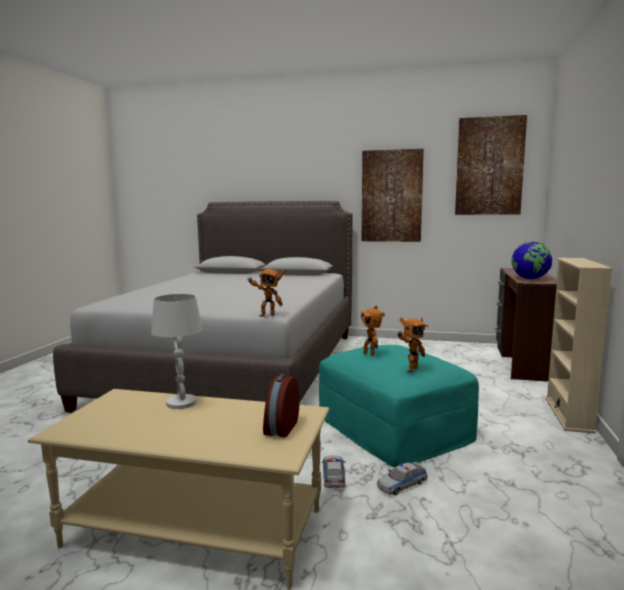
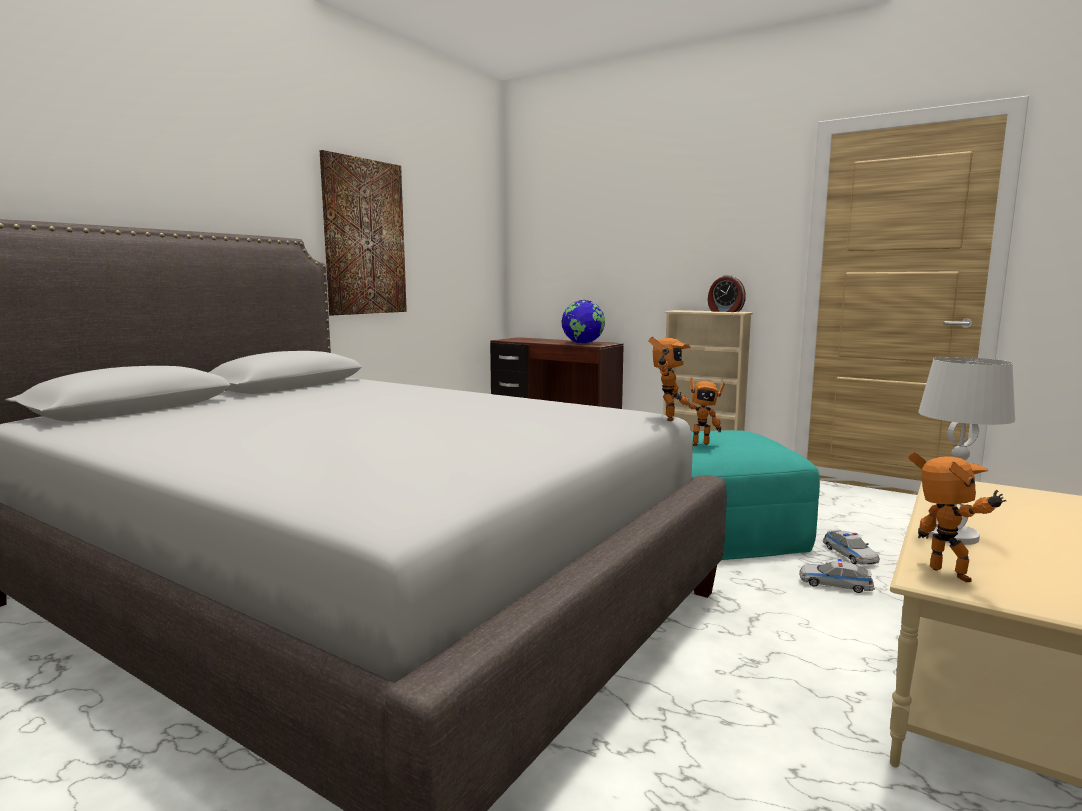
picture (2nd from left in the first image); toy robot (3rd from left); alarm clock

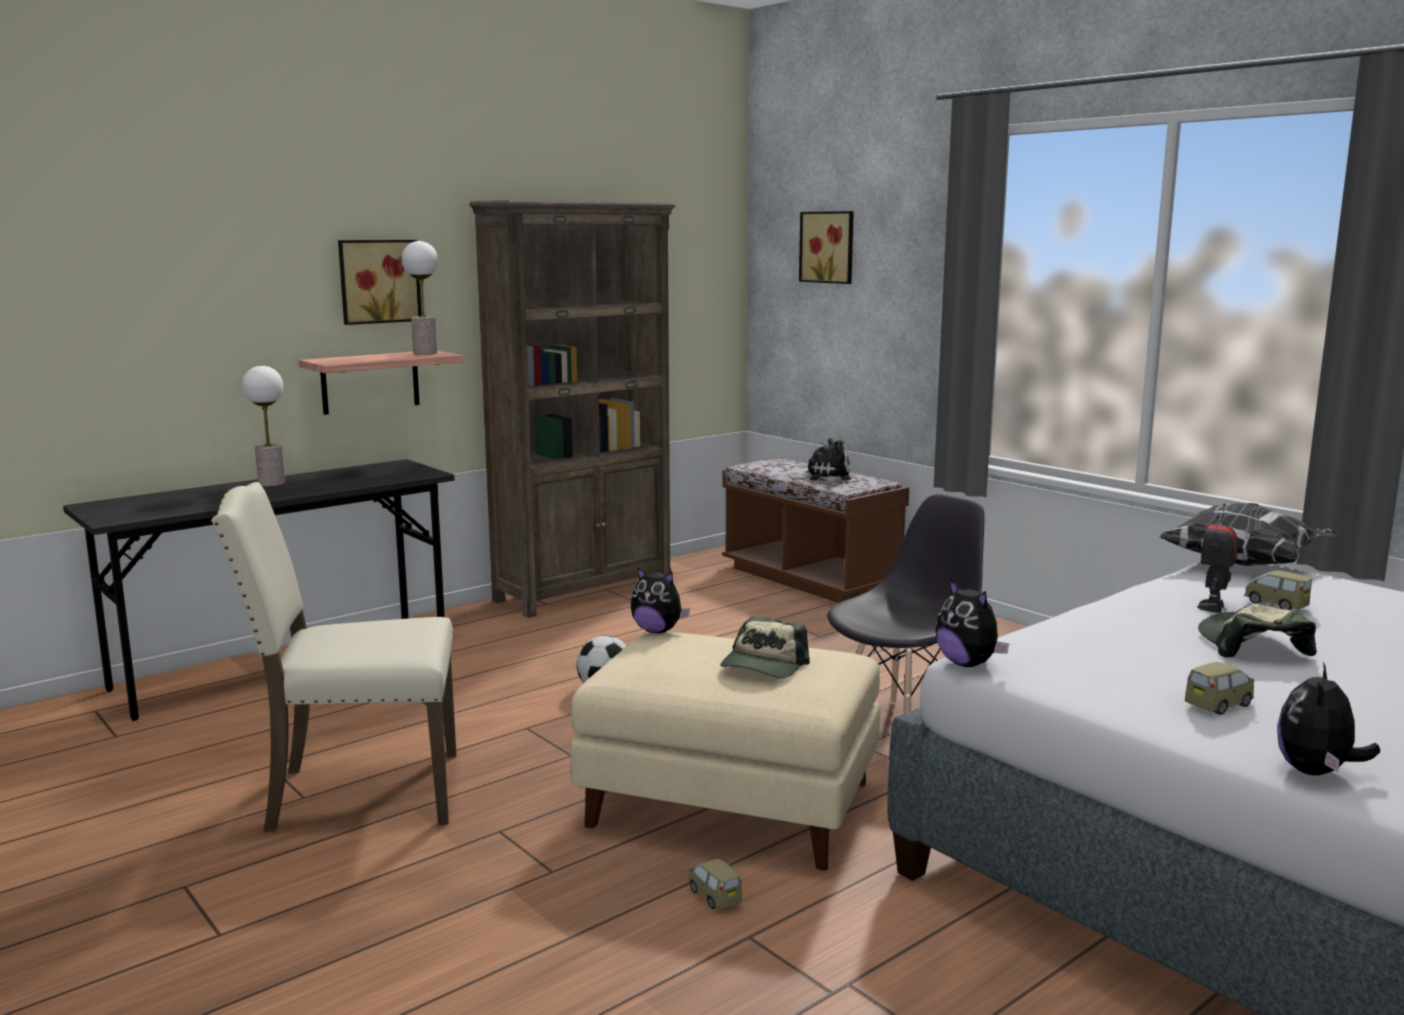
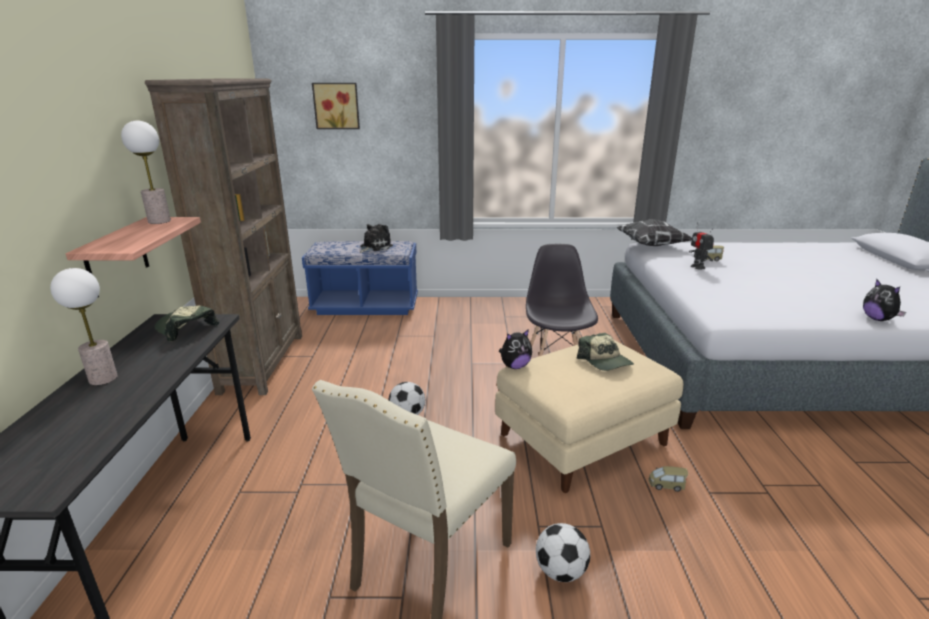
picture (1st from left in the first image); blue bench; plush toy (3rd from left in the first image); cap (1st from left); toy car (2nd from left in the first image); football (2nd from left)

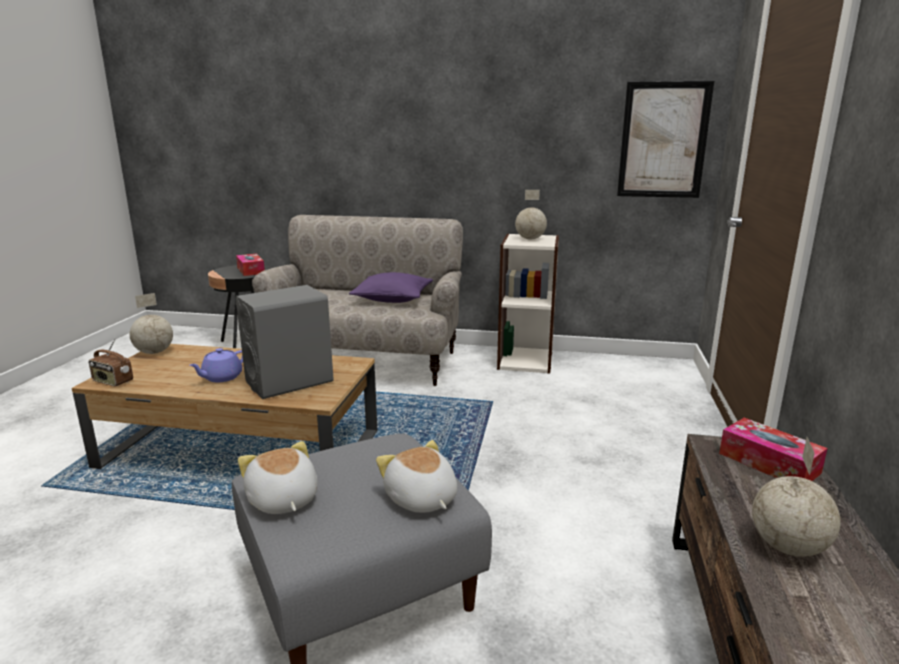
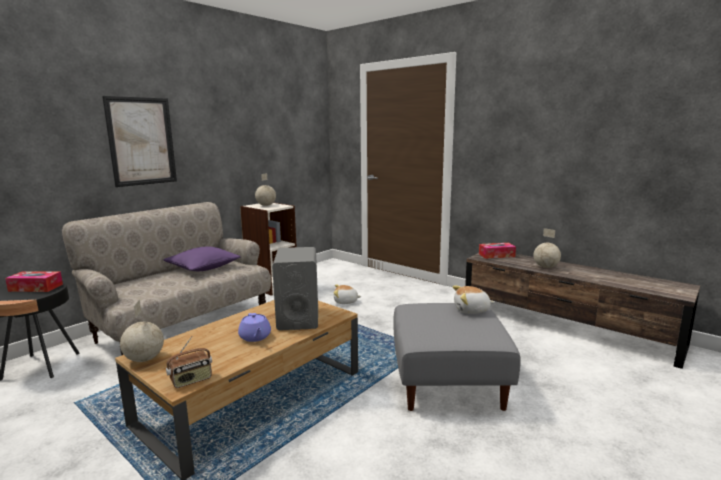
picture; plush toy (1st from left)

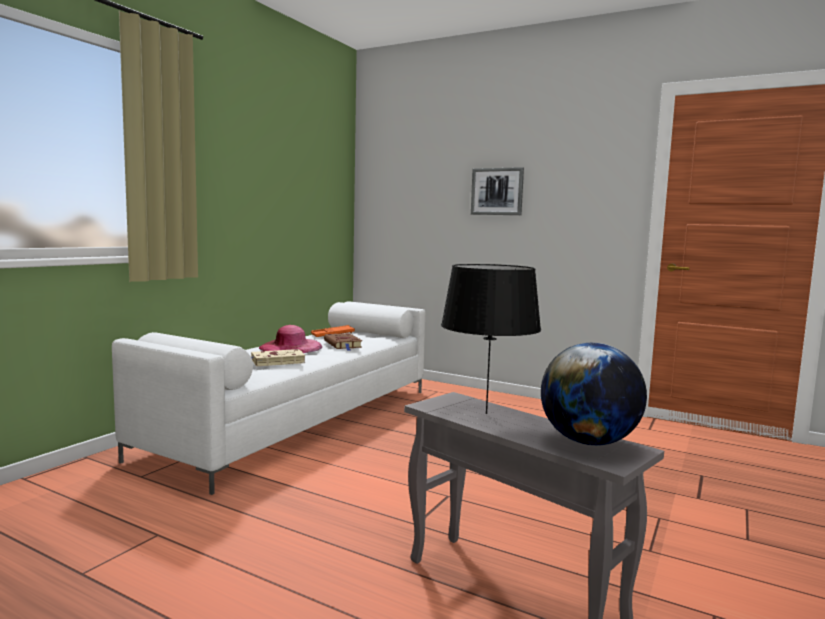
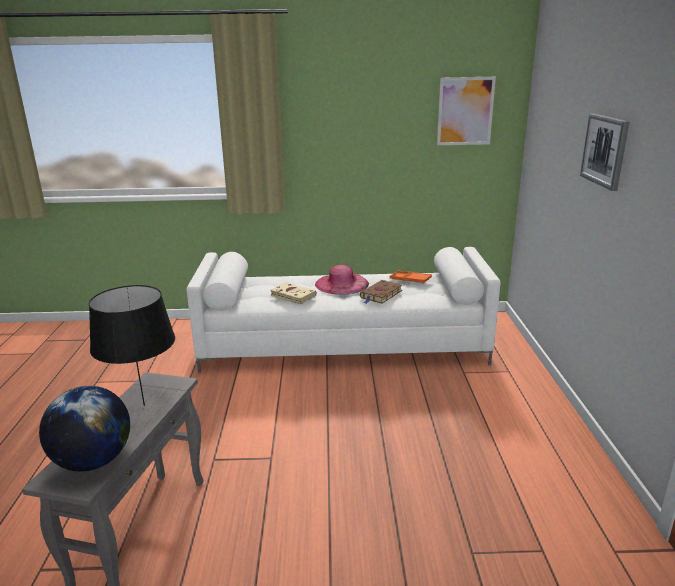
picture (1st from left)

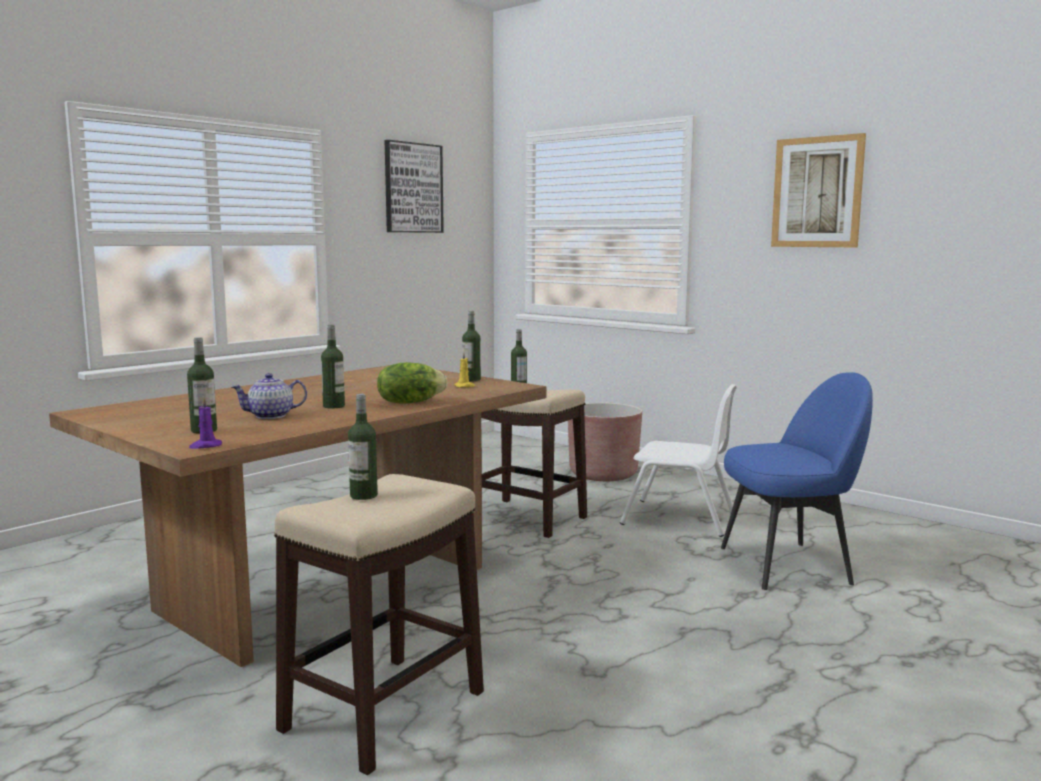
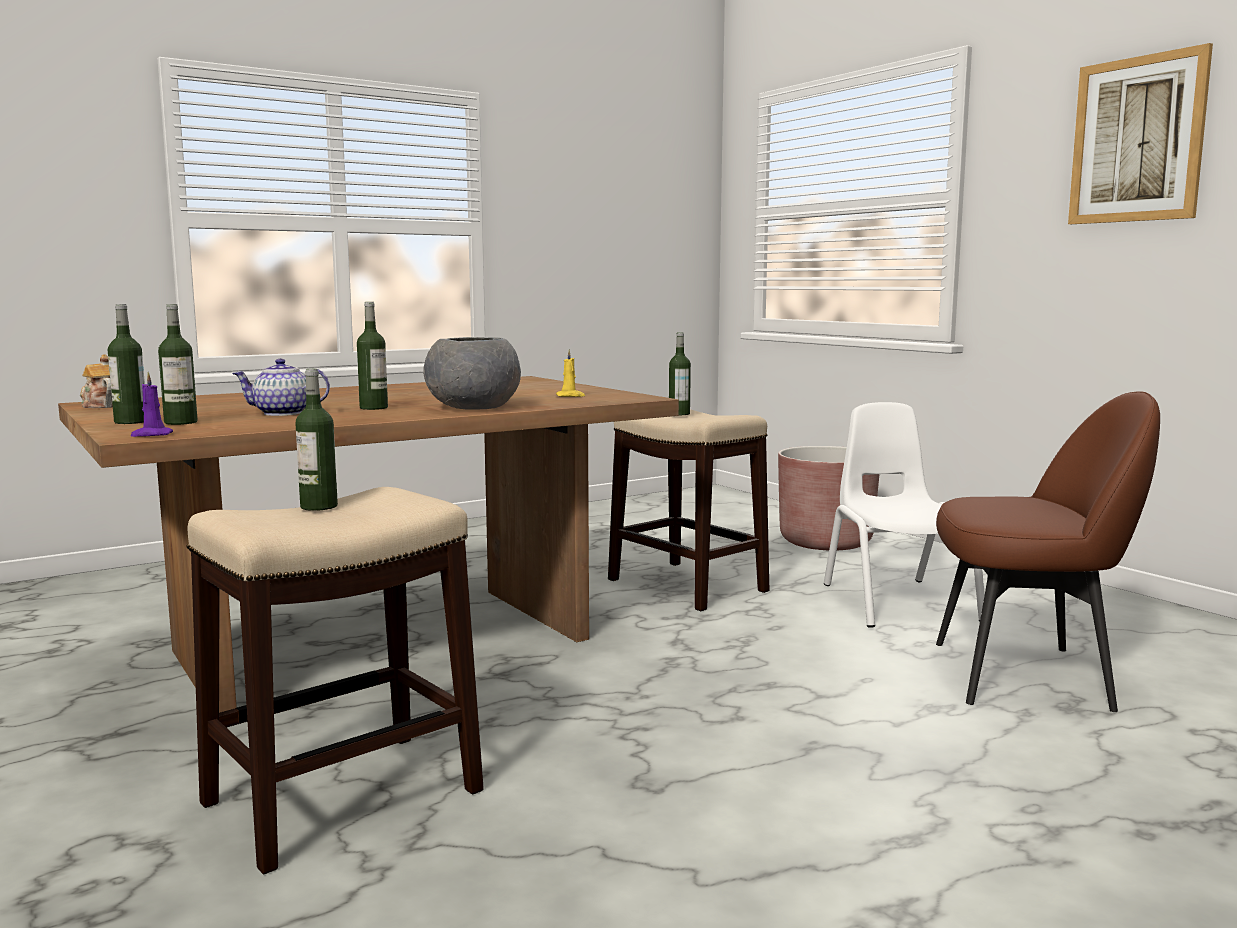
picture (1st from left in the first image); bottle (1st from left); grey bowl; brown chair; white chair; teapot (1st from left)

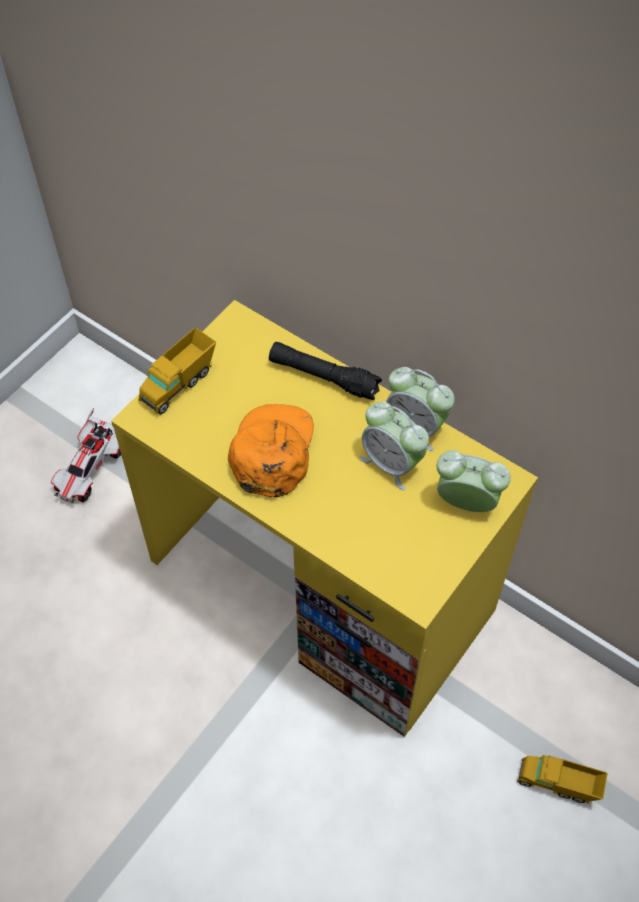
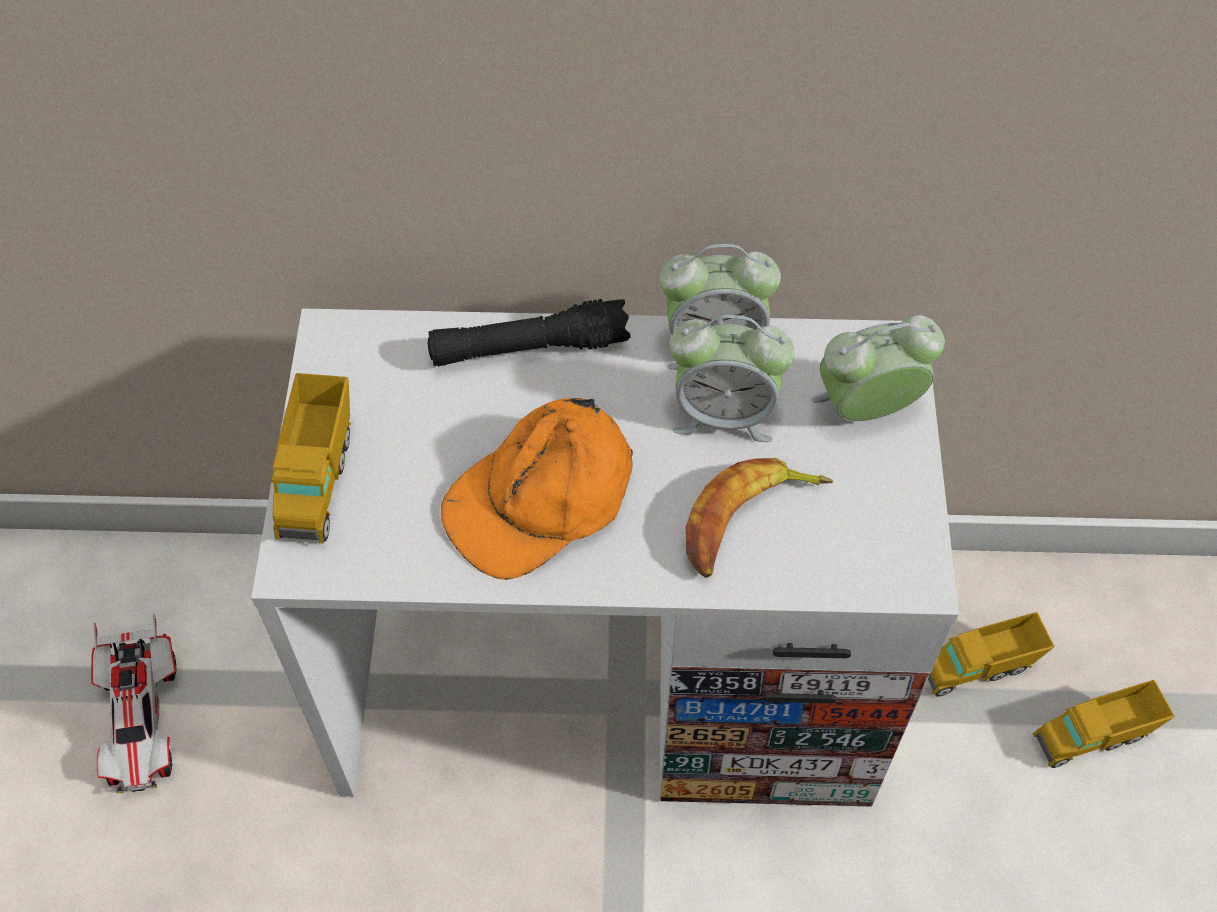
white desk; orange cap; banana; toy truck (2nd from left)

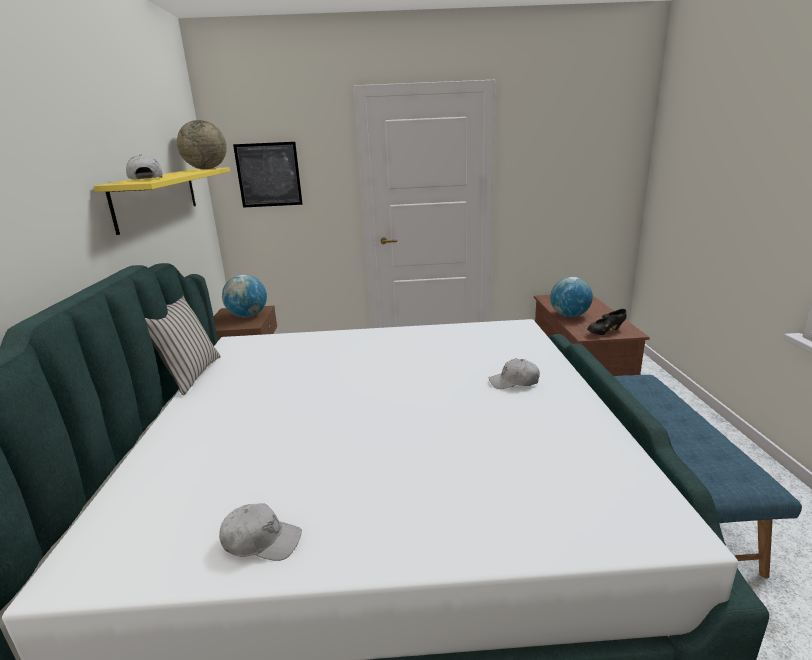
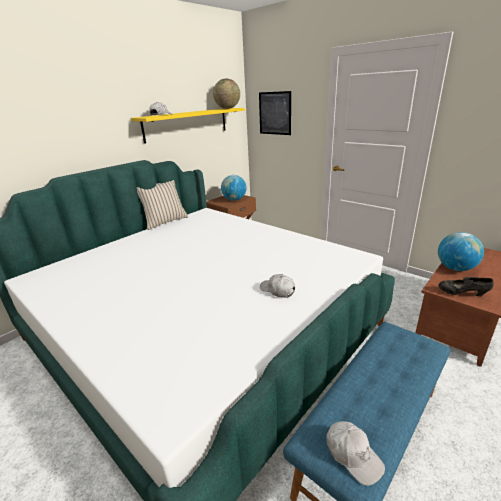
white cap (3rd from left)

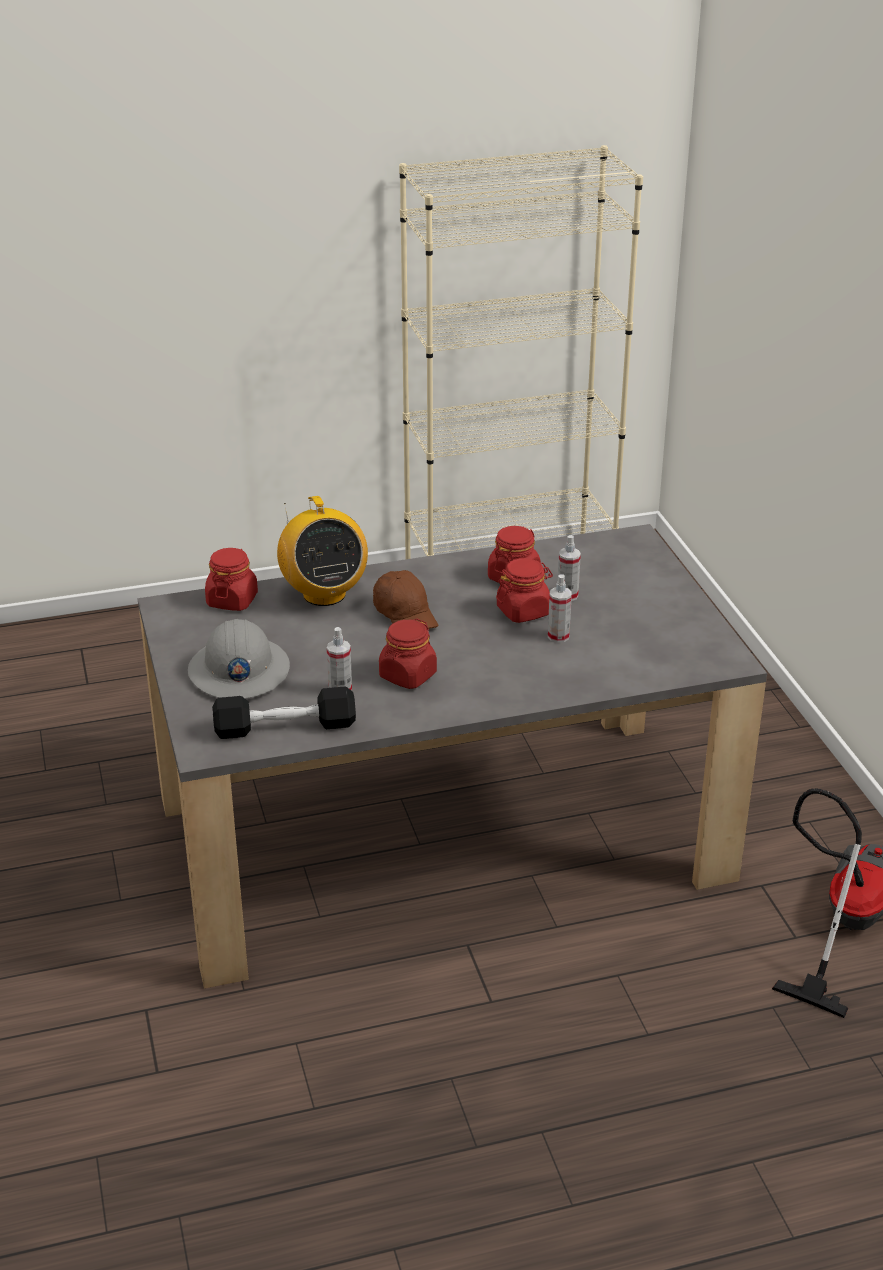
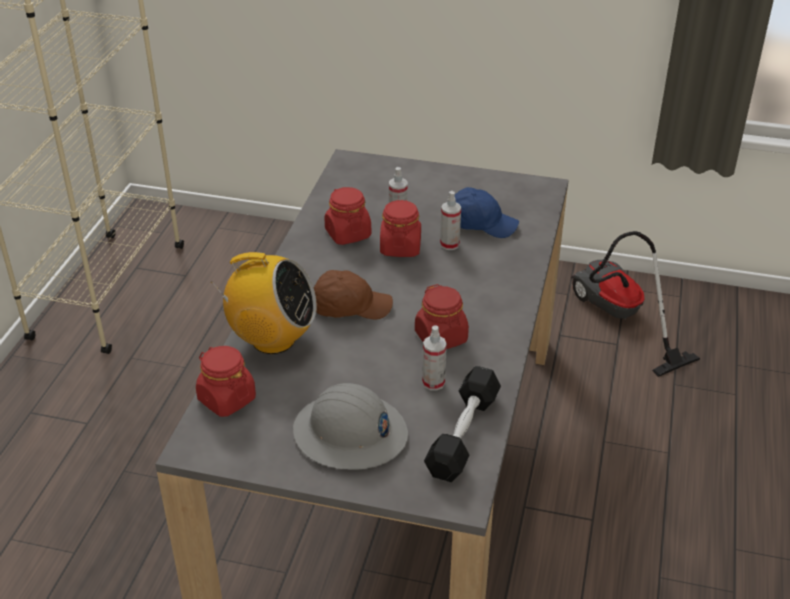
blue cap

